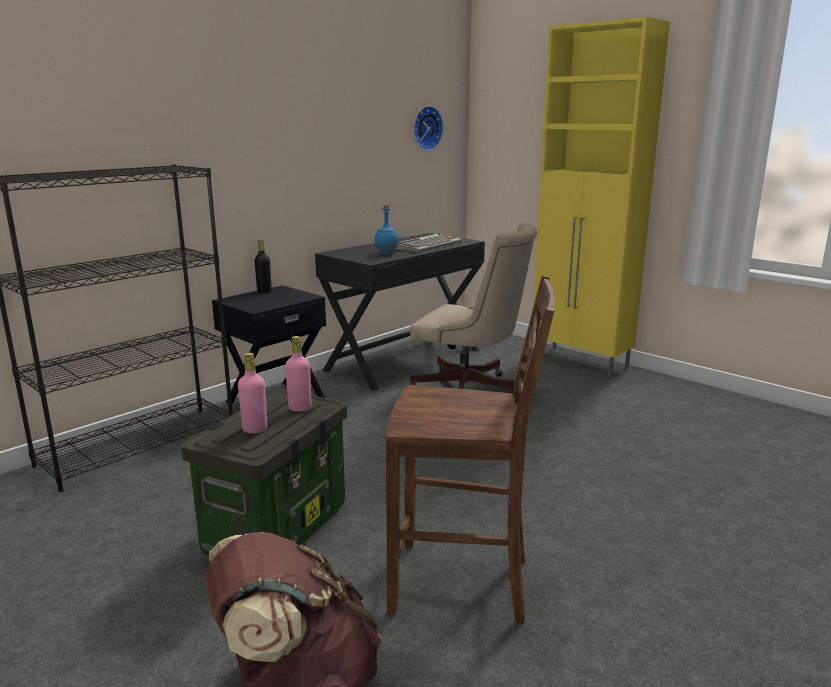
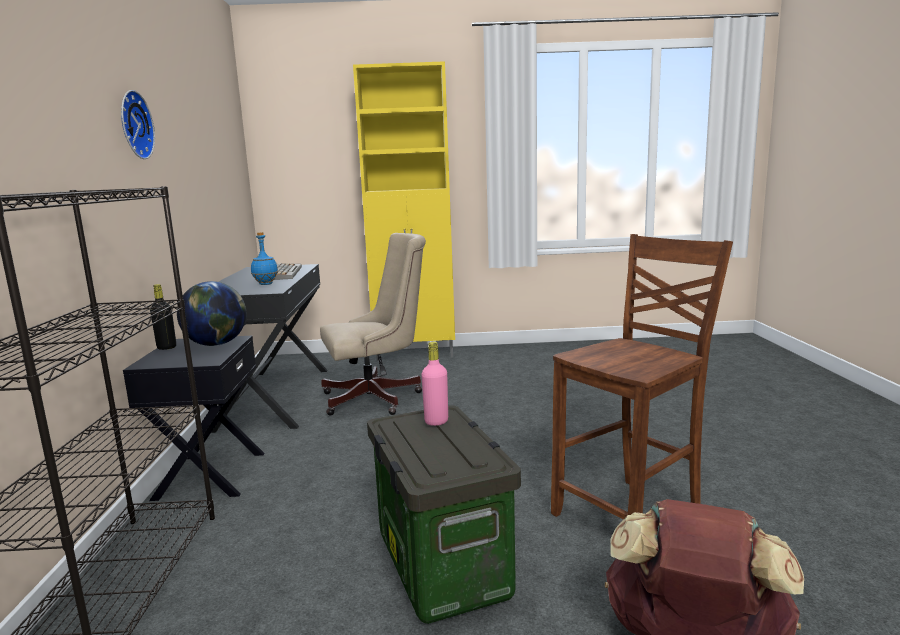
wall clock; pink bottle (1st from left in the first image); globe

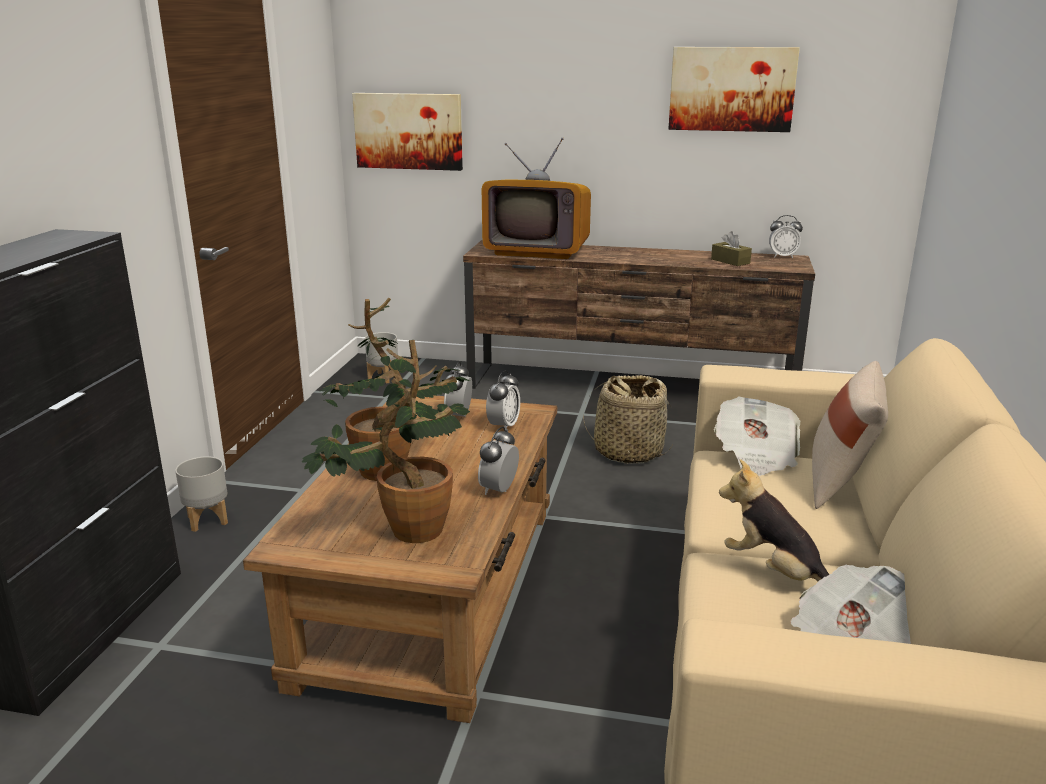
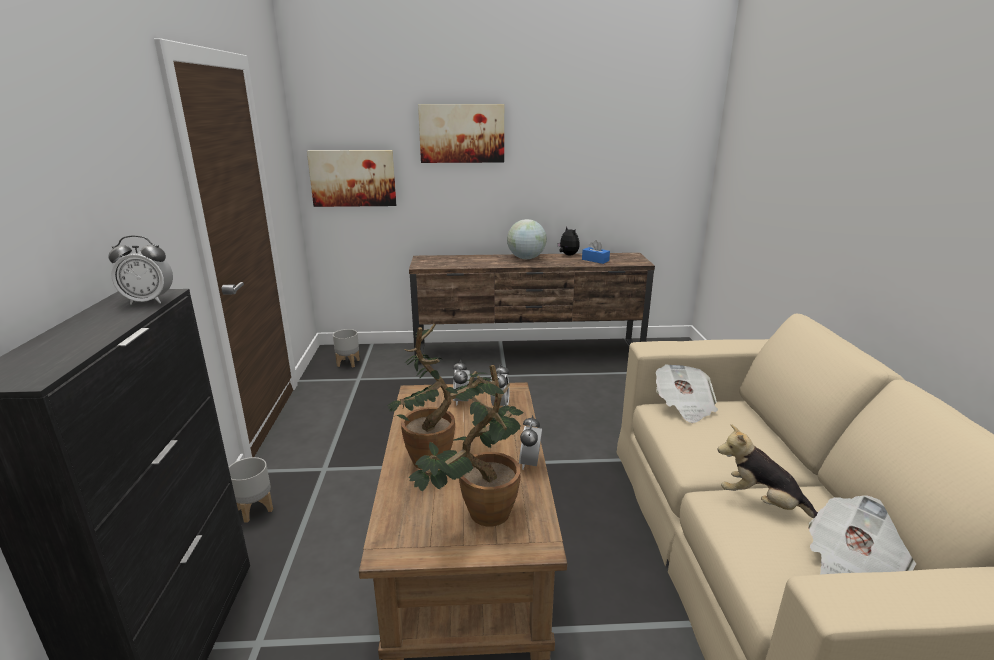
picture (2nd from left); television; alarm clock (1st from left); blue tissue box; beige pillow; basket; globe; plush toy (1st from left)

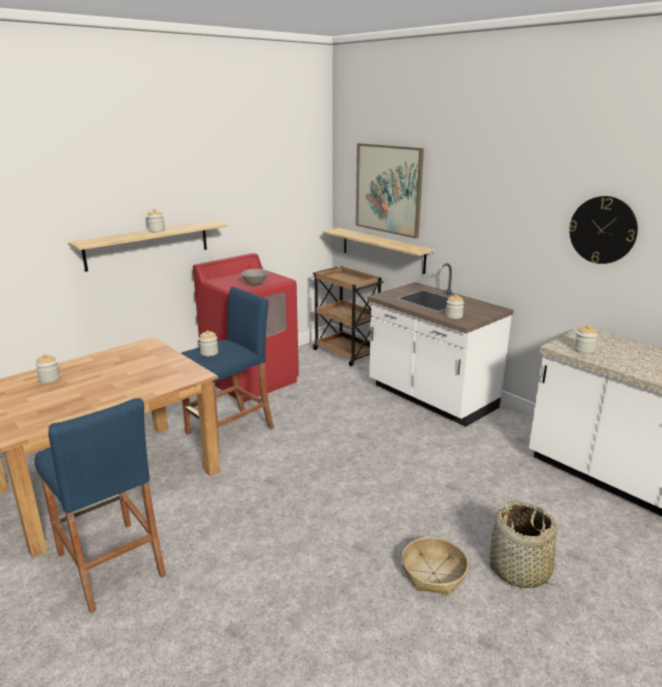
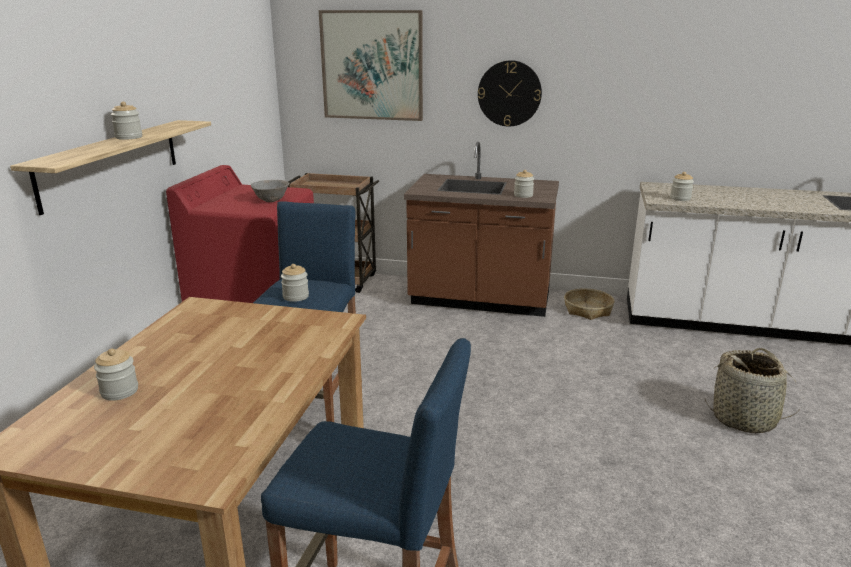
wall clock; shelf (2nd from left in the first image); brown counter; basket (1st from left)

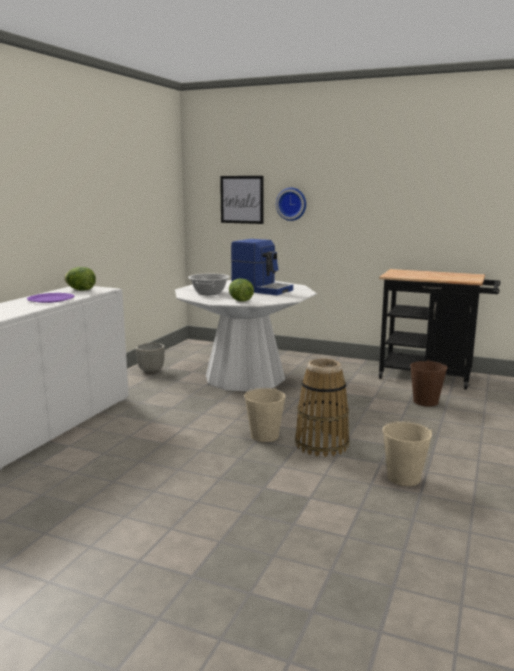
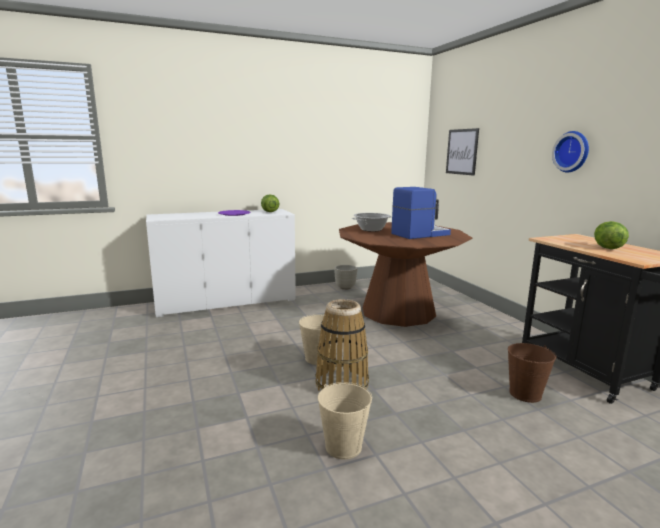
wall clock; coffee machine; lettuce (2nd from left); brown dining table

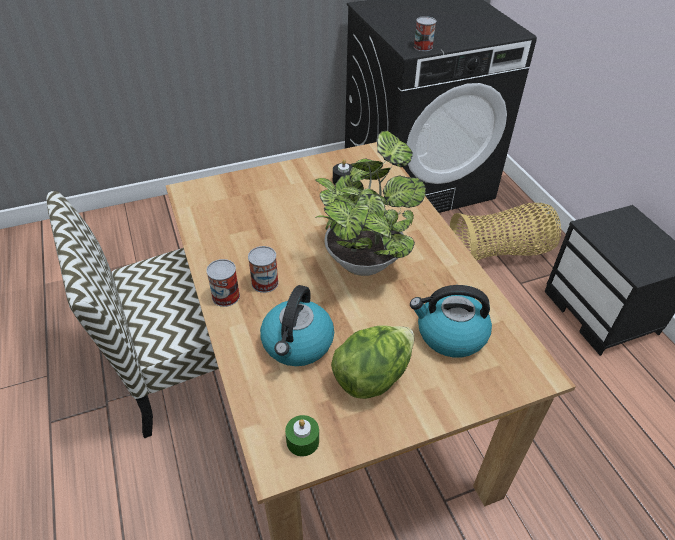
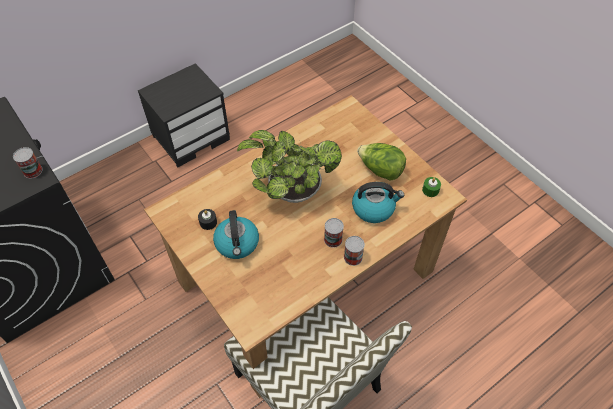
basket; kettle (1st from left)

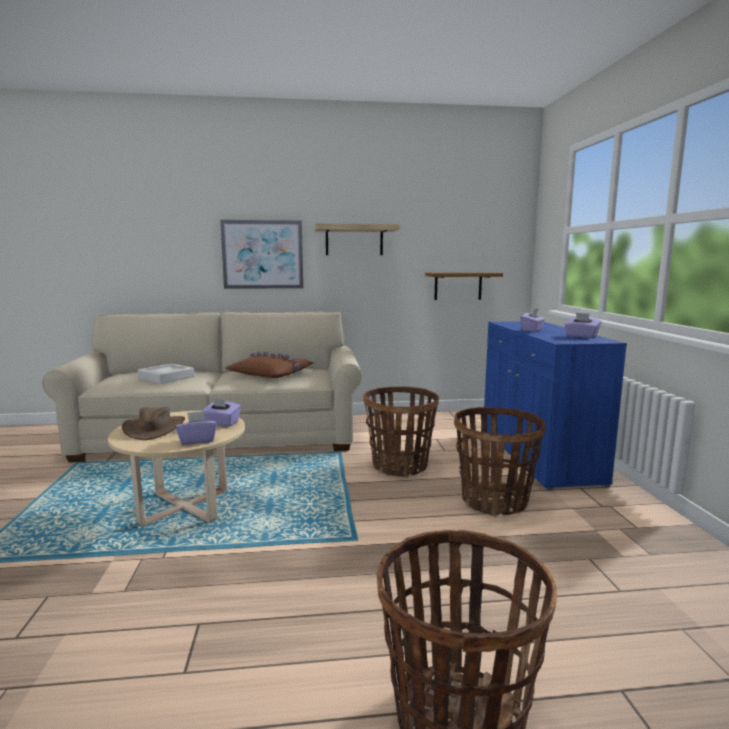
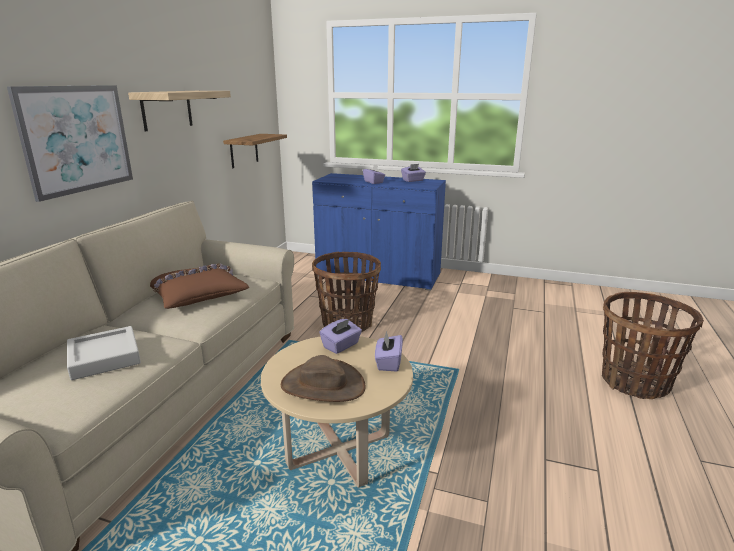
basket (3rd from left in the first image)

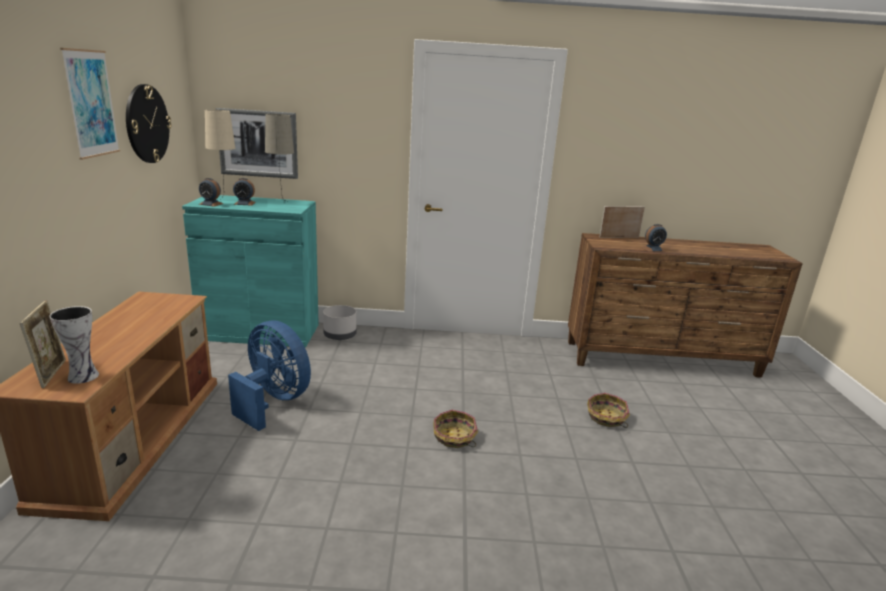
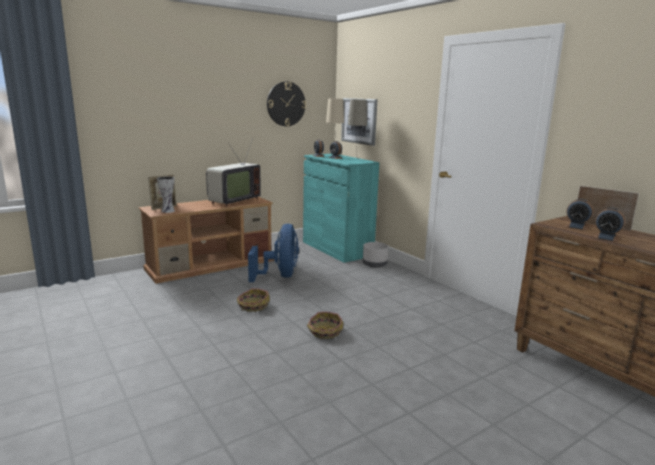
picture (1st from left in the first image); basket (1st from left); television; alarm clock (3rd from left)

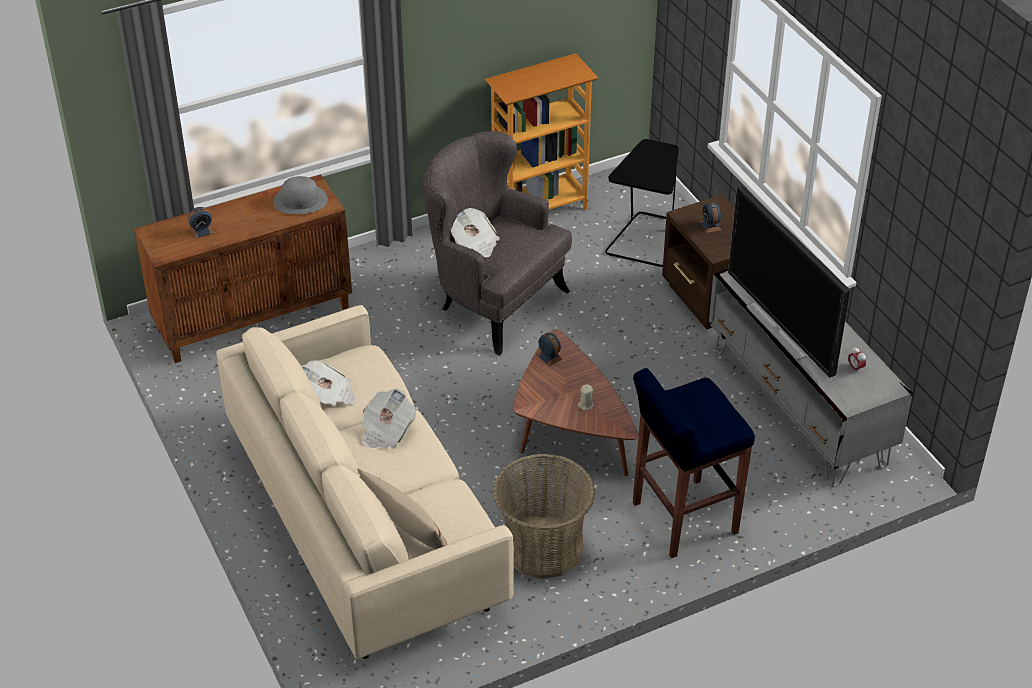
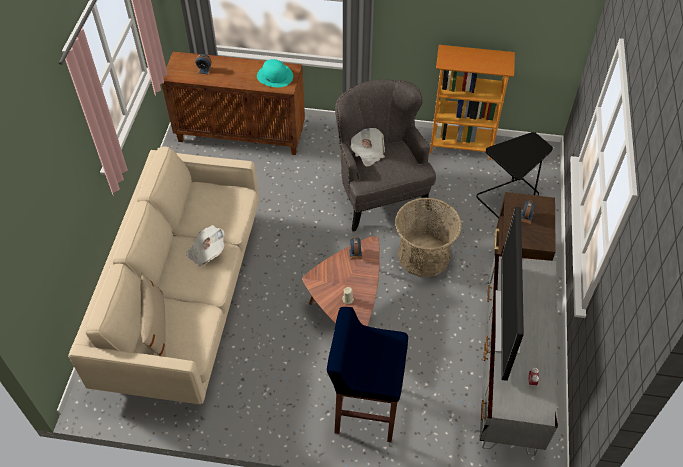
turquoise hat; newspaper (1st from left in the first image); basket

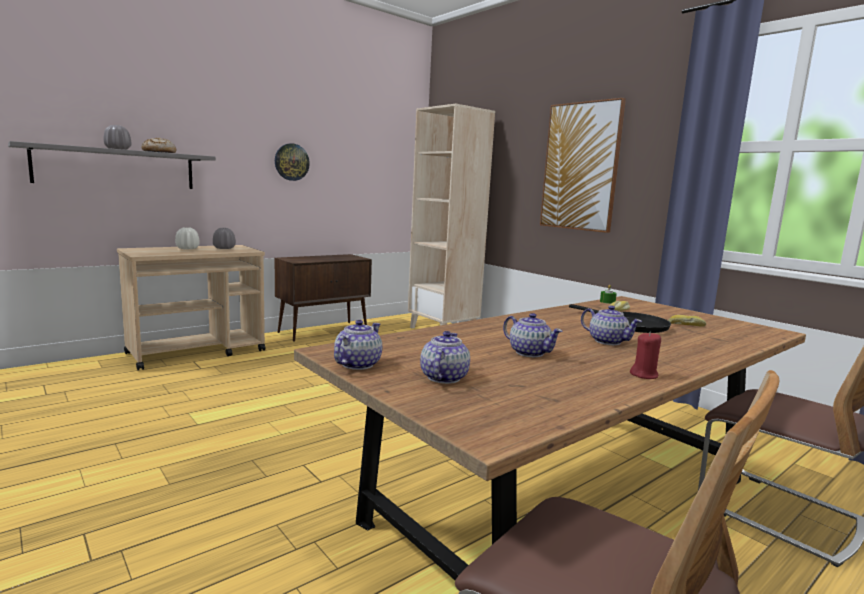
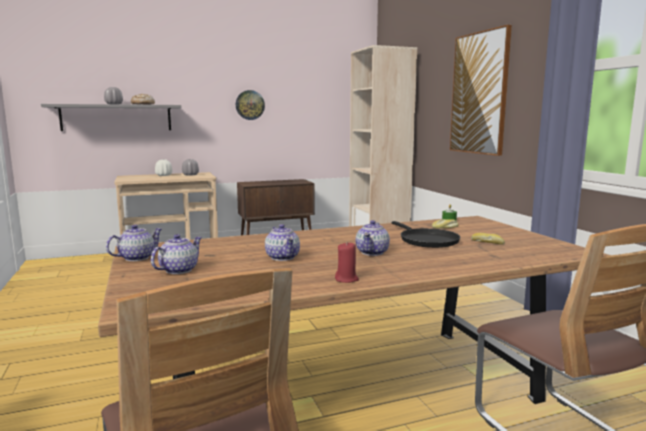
teapot (4th from left)

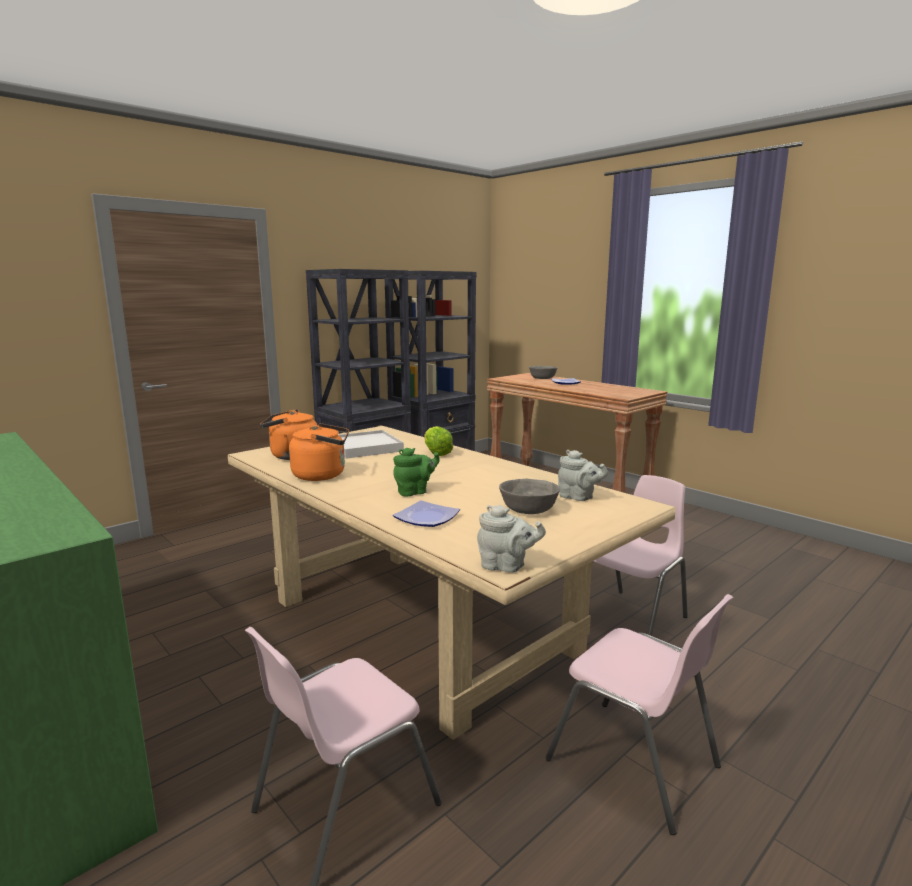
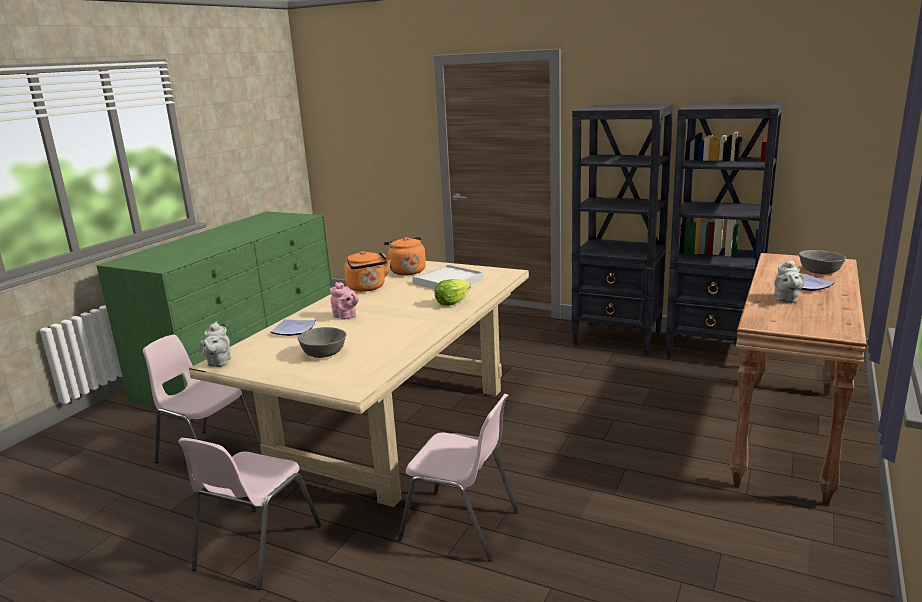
pink teapot; grey teapot (2nd from left)

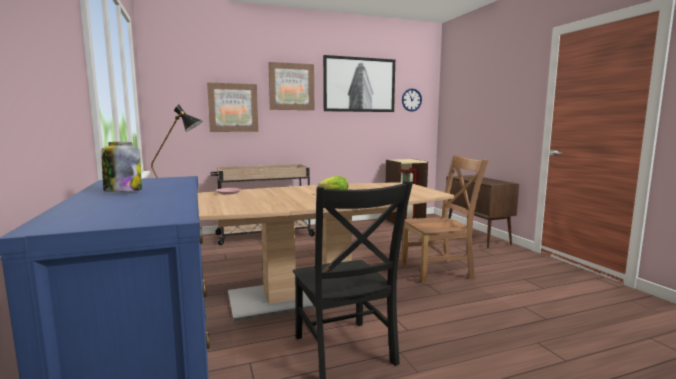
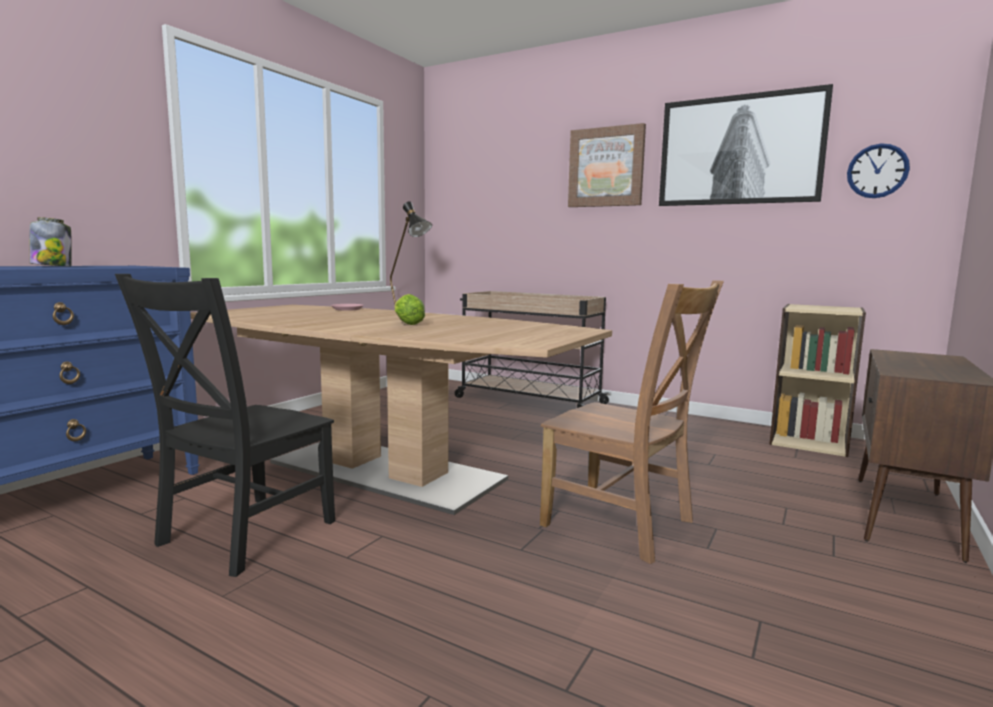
picture (1st from left in the first image)

